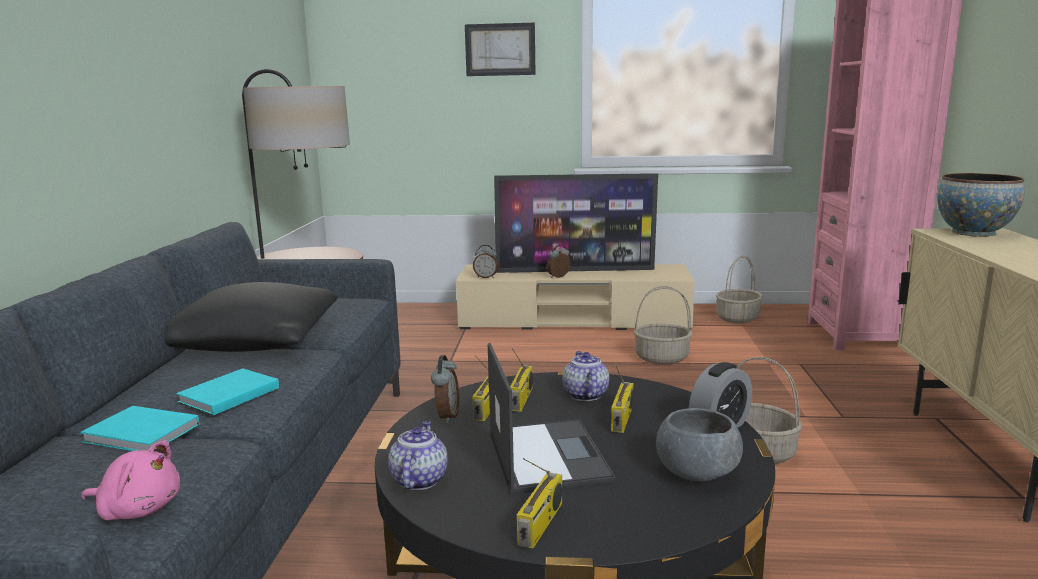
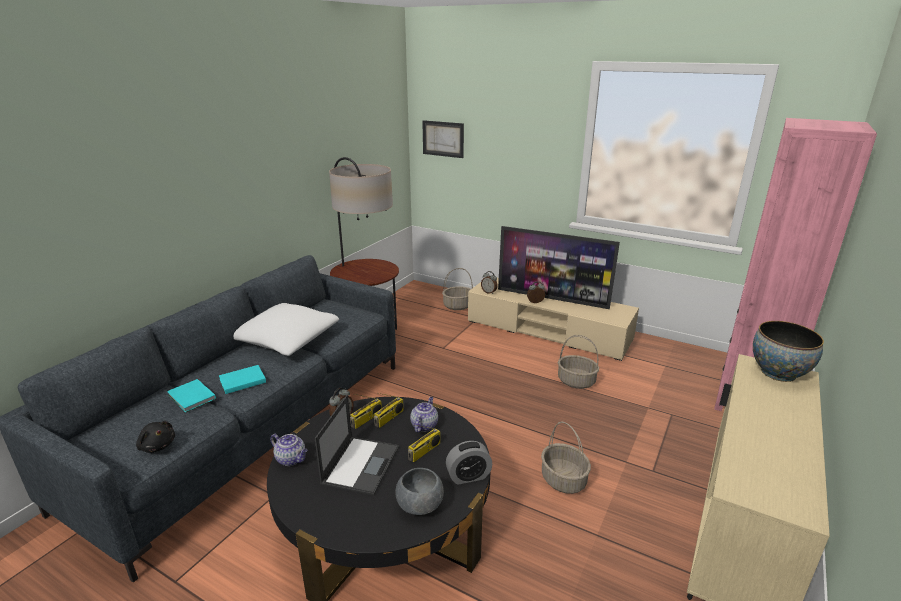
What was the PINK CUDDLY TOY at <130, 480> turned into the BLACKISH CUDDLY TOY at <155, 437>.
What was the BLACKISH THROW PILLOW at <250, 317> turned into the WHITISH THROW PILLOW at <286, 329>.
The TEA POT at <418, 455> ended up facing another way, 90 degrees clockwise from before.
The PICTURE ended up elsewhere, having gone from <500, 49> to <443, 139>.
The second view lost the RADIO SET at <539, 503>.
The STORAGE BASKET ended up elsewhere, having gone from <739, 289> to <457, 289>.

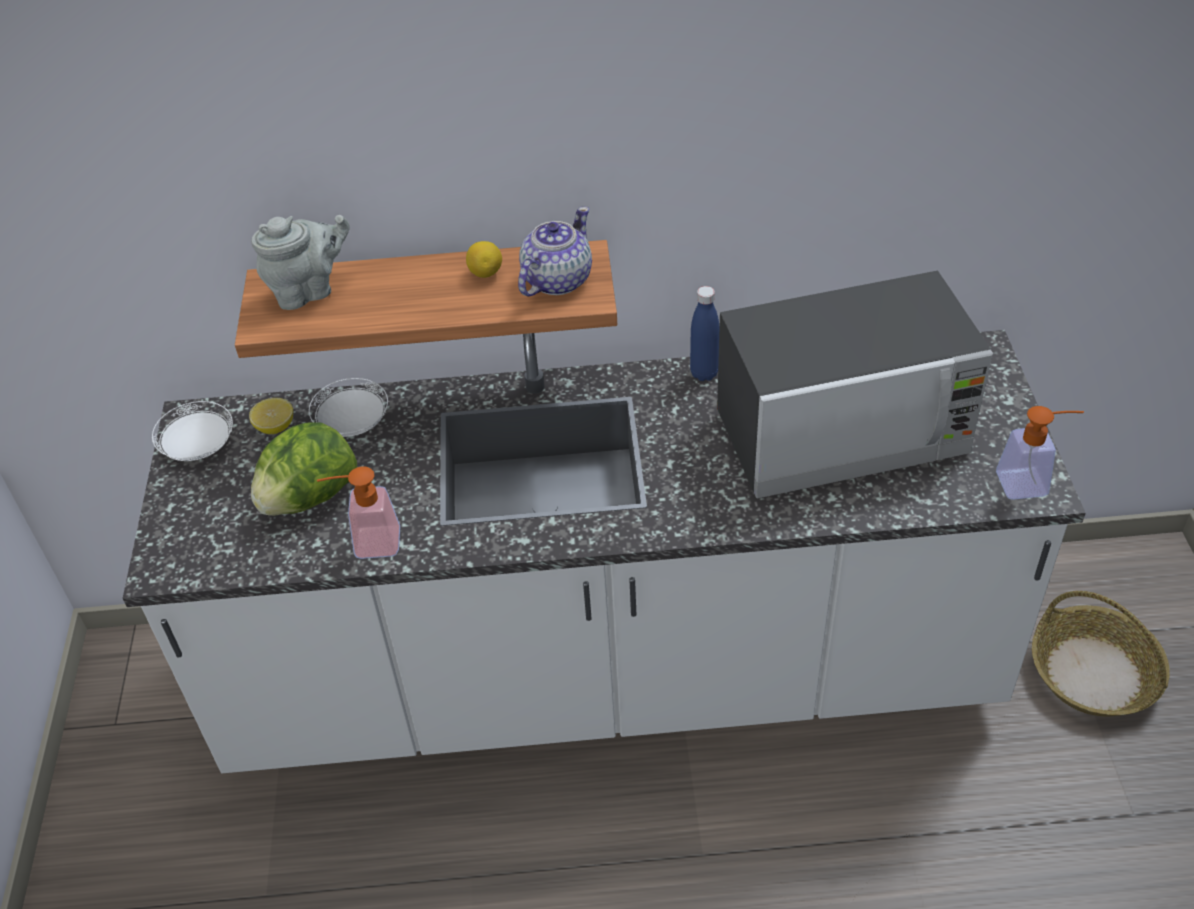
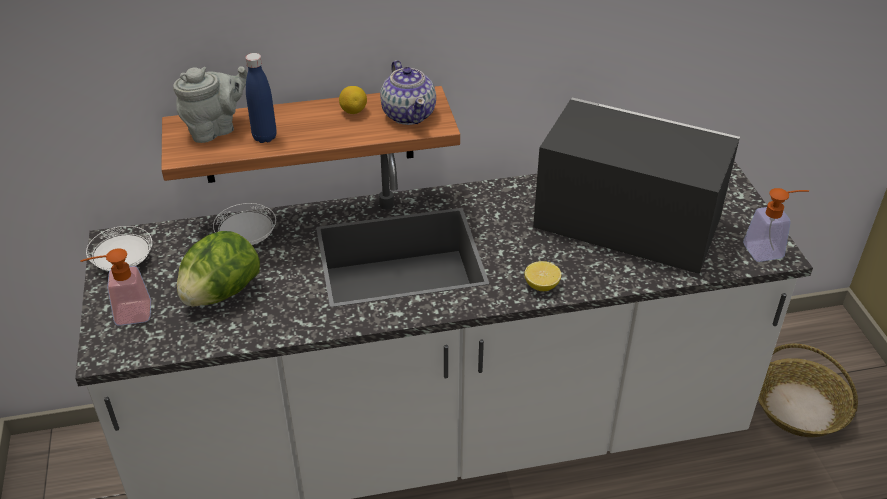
The LEMON ended up elsewhere, having gone from <271, 416> to <542, 276>.
The LIQUID SOAP BOTTLE ended up elsewhere, having gone from <358, 512> to <115, 287>.
The TEA POT at <555, 252> ended up facing another way, 135 degrees clockwise from before.
The BLUE BOTTLE ended up elsewhere, having gone from <704, 333> to <261, 98>.
The MICROWAVE OVEN at <855, 384> ended up facing another way, 135 degrees counterclockwise from before.

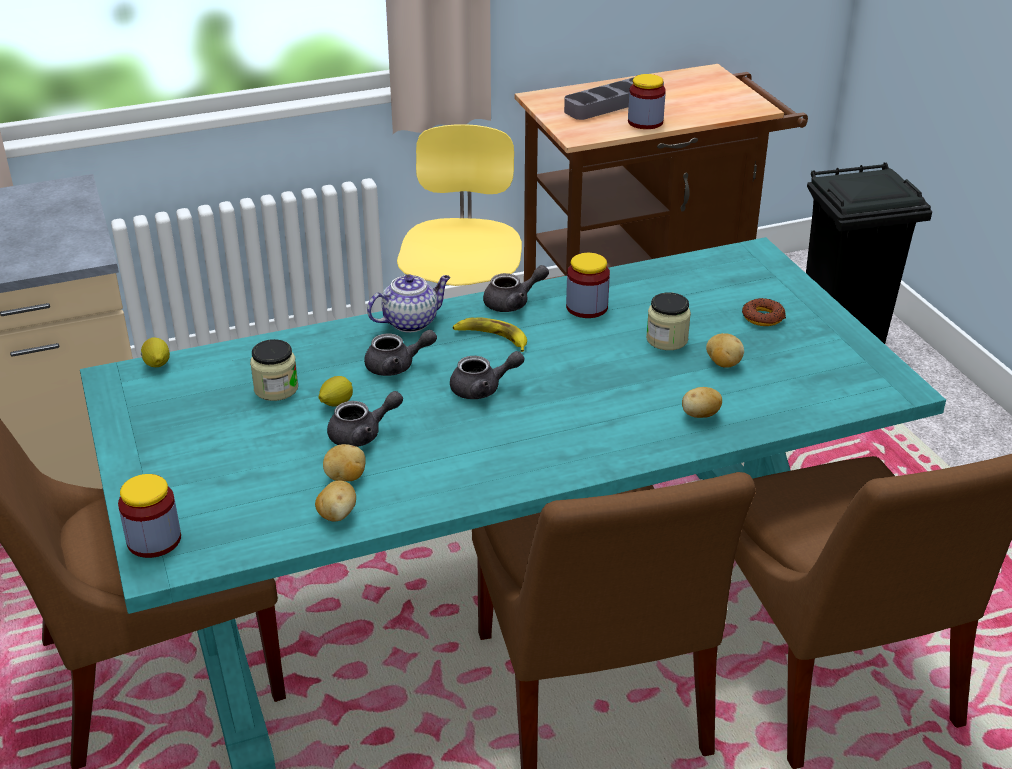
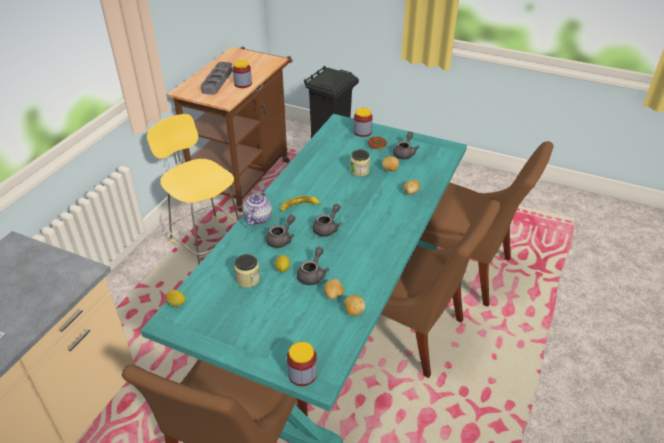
The GREYISH TEA POT ended up elsewhere, having gone from <516, 288> to <406, 145>.
The JAR ended up elsewhere, having gone from <588, 285> to <363, 122>.

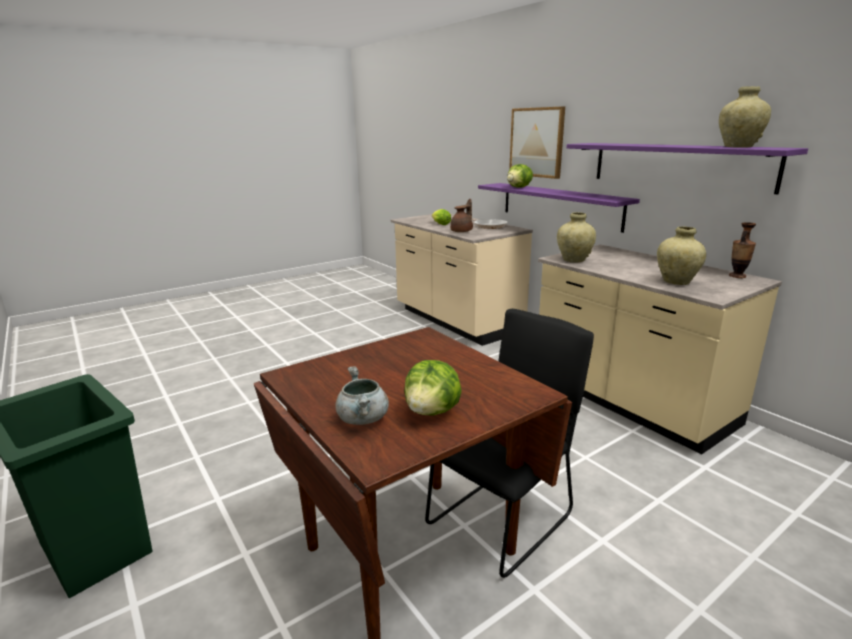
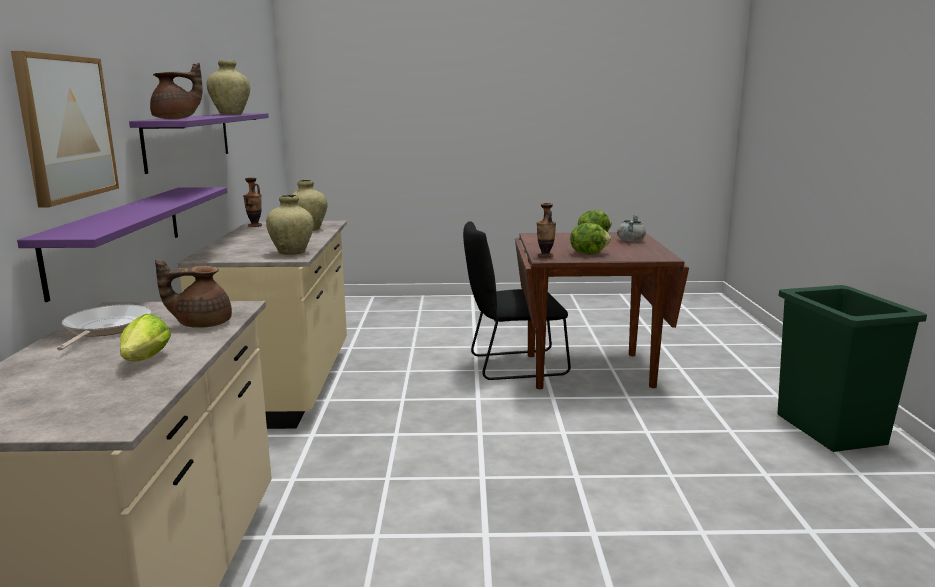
The LETTUCE HEAD ended up elsewhere, having gone from <520, 176> to <590, 238>.
The second view gained the BROWN-COLOURED TEA POT at <176, 90>.
The second view gained the DECORATIVE VASE at <546, 230>.

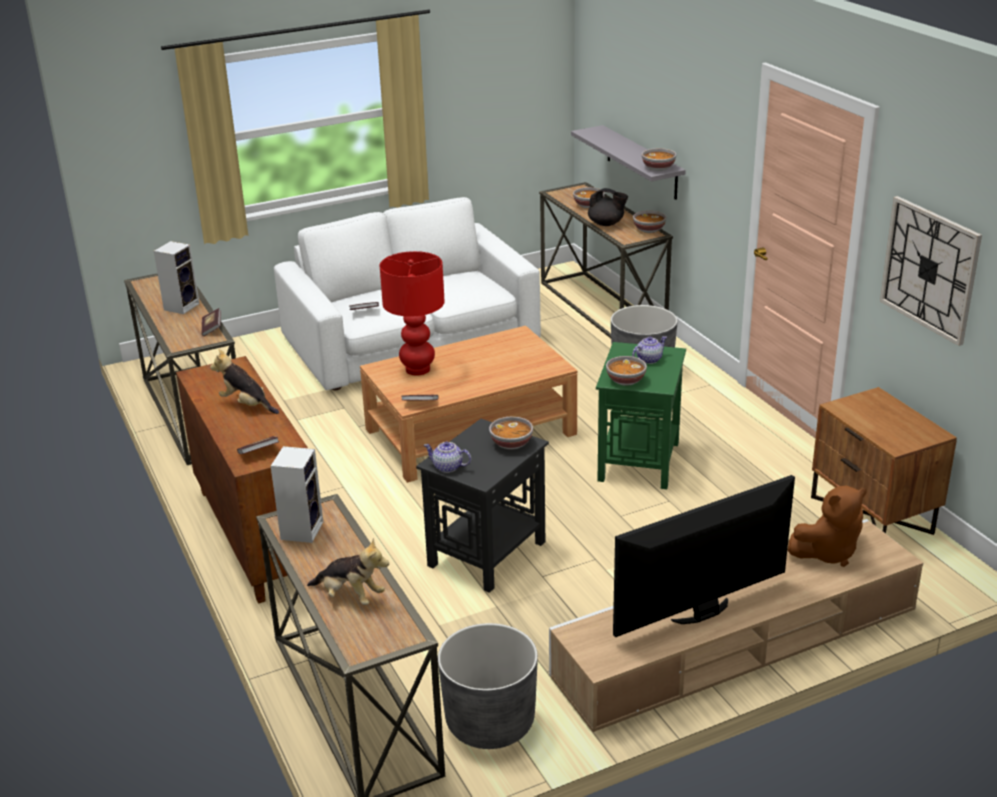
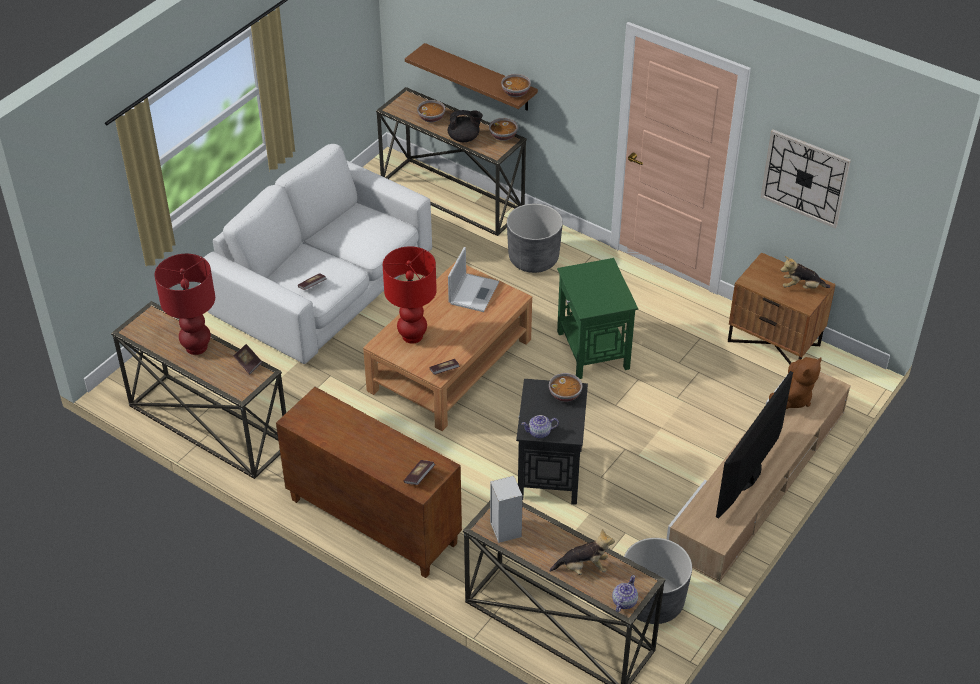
Where the SPEAKER stood at <177, 277>, the RED-COLOURED TABLE LAMP came to stand at <185, 304>.
The CUDDLY TOY ended up elsewhere, having gone from <244, 381> to <805, 272>.
What was the GREYISH WALL SHELF at <628, 162> turned into the BROWN-COLOURED WALL SHELF at <471, 77>.
The second view lost the SERVING BOWL at <626, 371>.
The TEA POT ended up elsewhere, having gone from <649, 350> to <625, 593>.
The second view gained the LAPTOP at <473, 279>.

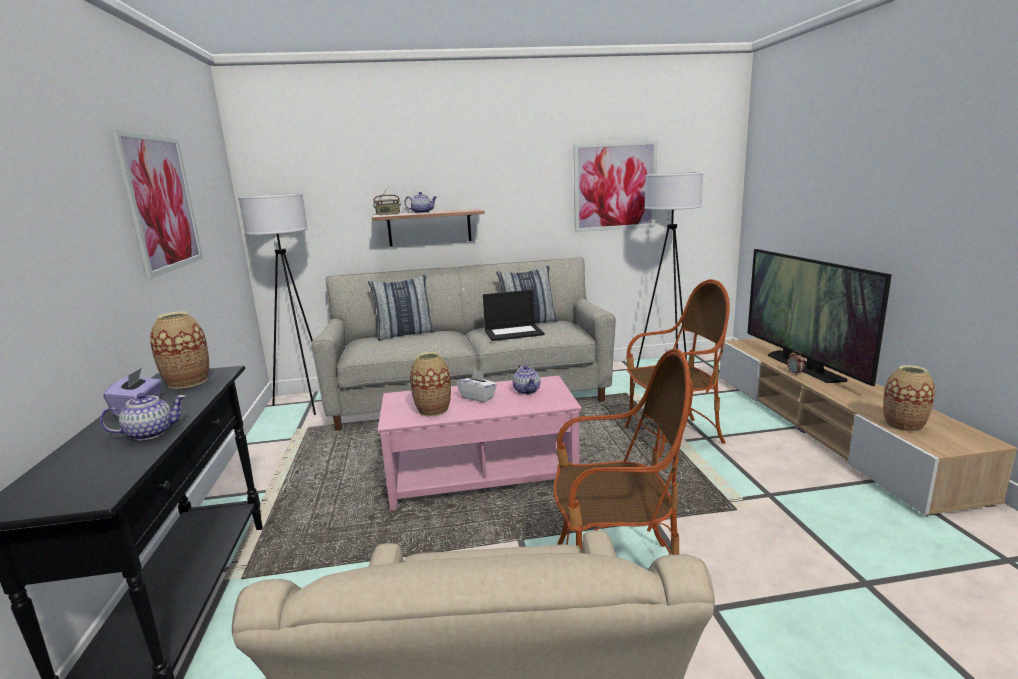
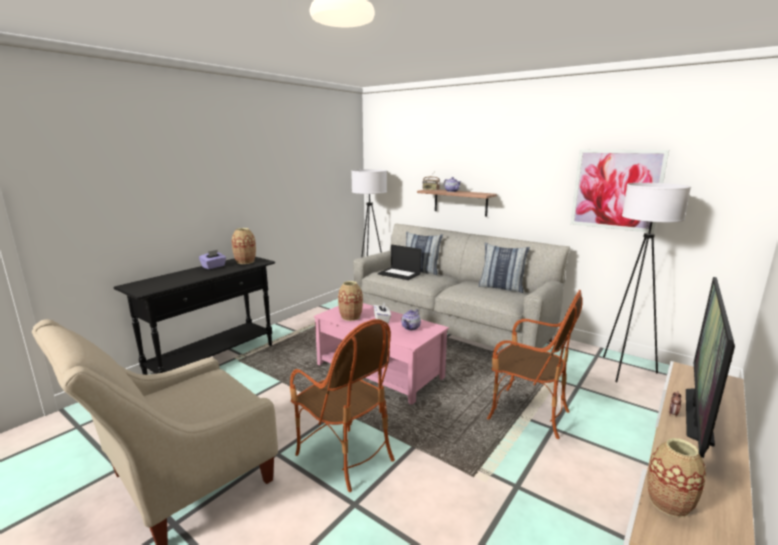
The second view lost the TEA POT at <143, 416>.
The second view lost the PICTURE at <157, 204>.
The LAPTOP ended up elsewhere, having gone from <514, 315> to <400, 262>.

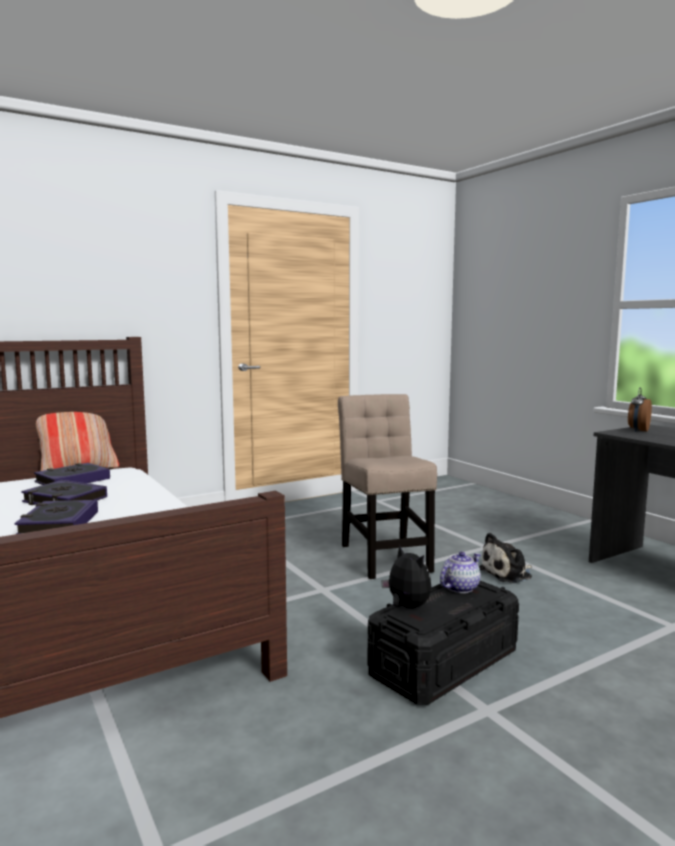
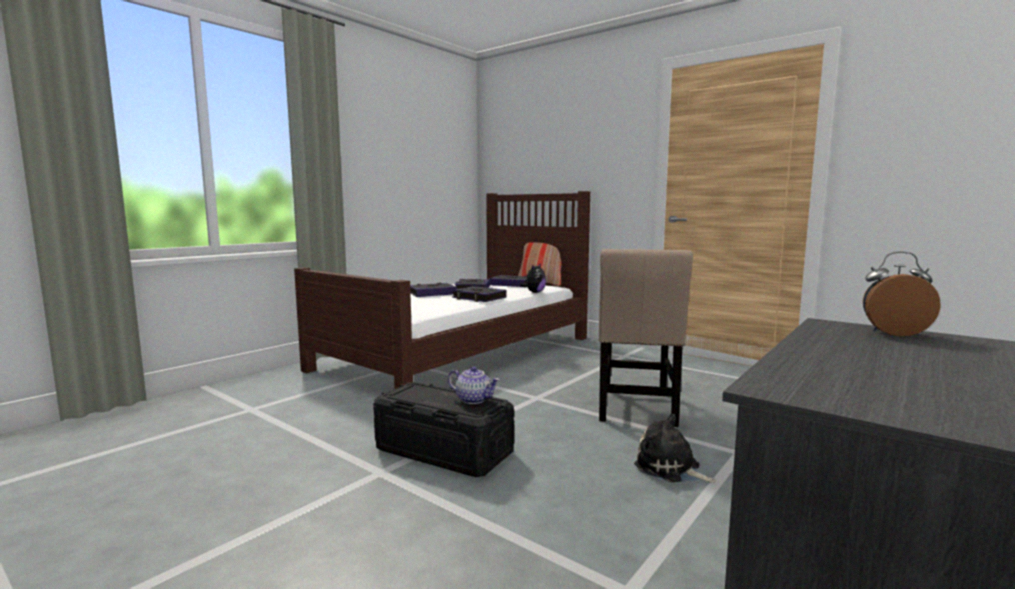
The BEIGE CHAIR at <387, 486> ended up facing another way, 135 degrees clockwise from before.
The CUDDLY TOY ended up elsewhere, having gone from <406, 576> to <533, 278>.
The second view gained the BOUND BOOK at <479, 294>.

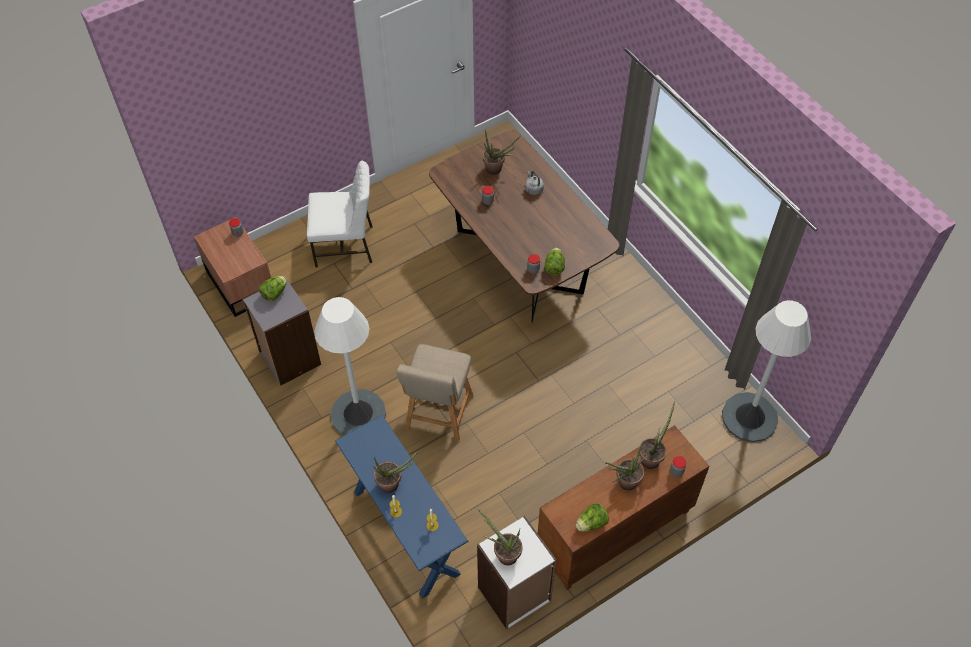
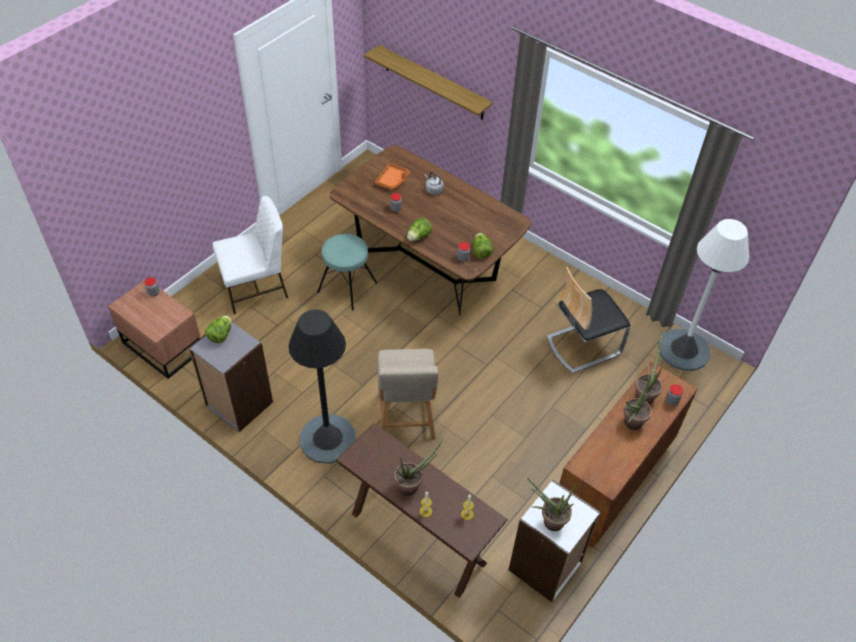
What was the WHITISH STANDARD LAMP at <350, 366> turned into the BLACKISH STANDARD LAMP at <322, 386>.
What was the BLUE NARROW TABLE at <402, 507> turned into the BROWN-COLOURED NARROW TABLE at <422, 510>.
Where the POTTED PLANT stood at <502, 152>, the ORANGE-COLOURED TRAY came to stand at <392, 176>.
The LETTUCE HEAD ended up elsewhere, having gone from <592, 518> to <419, 229>.
The second view gained the BLUE-GREEN STOOL SEAT at <347, 272>.
The second view gained the WALL SHELF at <428, 82>.
The second view gained the CHAIR at <589, 320>.

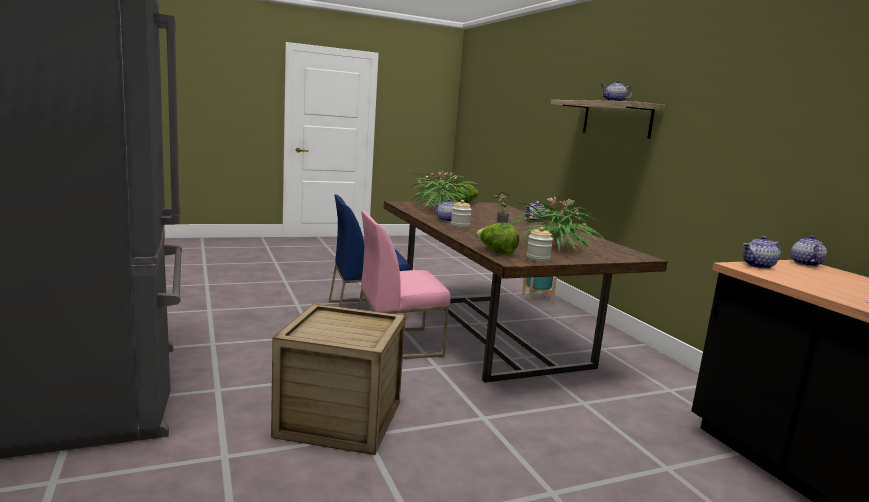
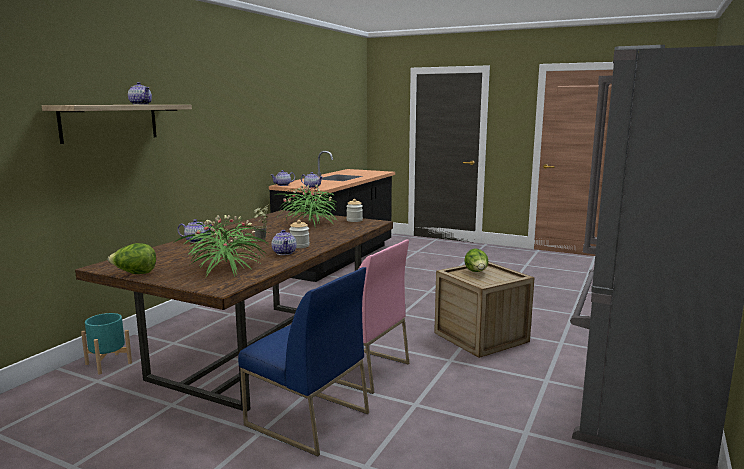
The LETTUCE HEAD ended up elsewhere, having gone from <497, 238> to <476, 260>.

